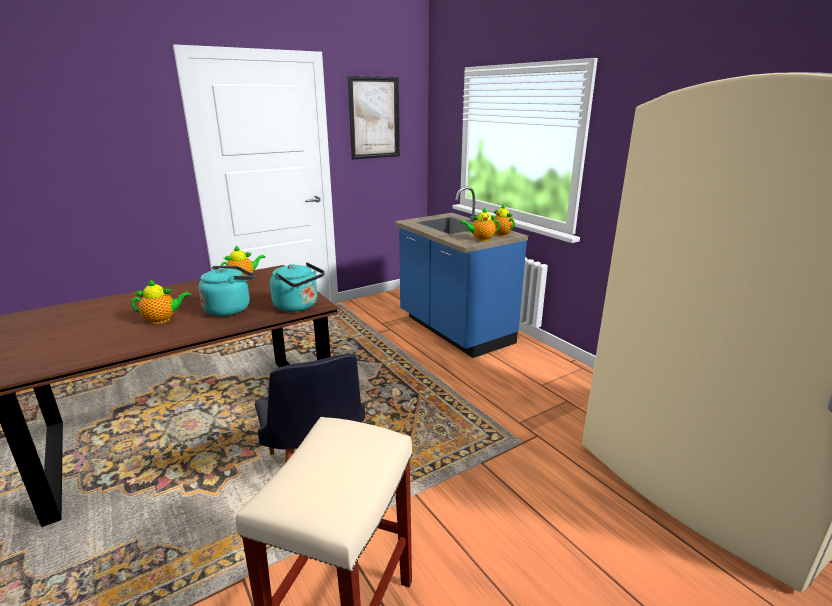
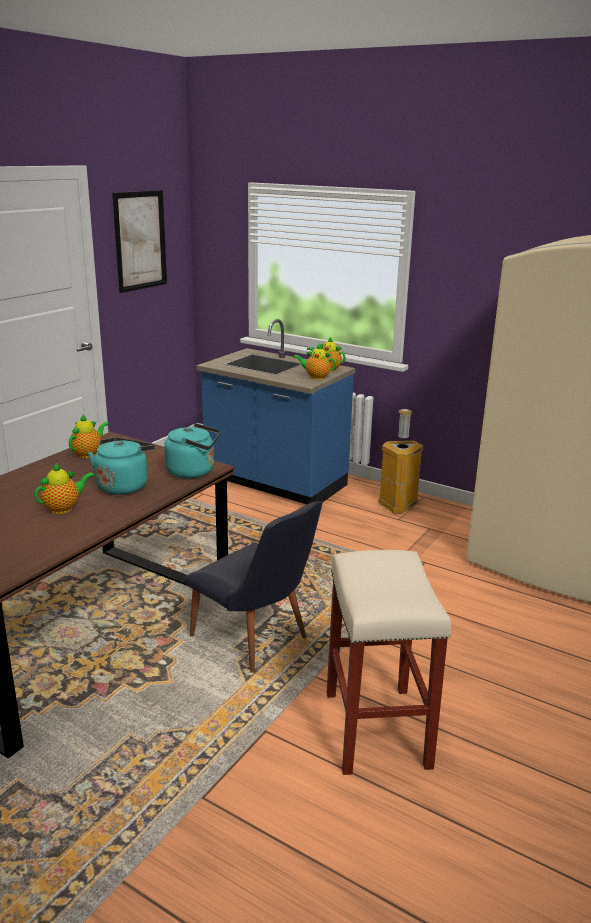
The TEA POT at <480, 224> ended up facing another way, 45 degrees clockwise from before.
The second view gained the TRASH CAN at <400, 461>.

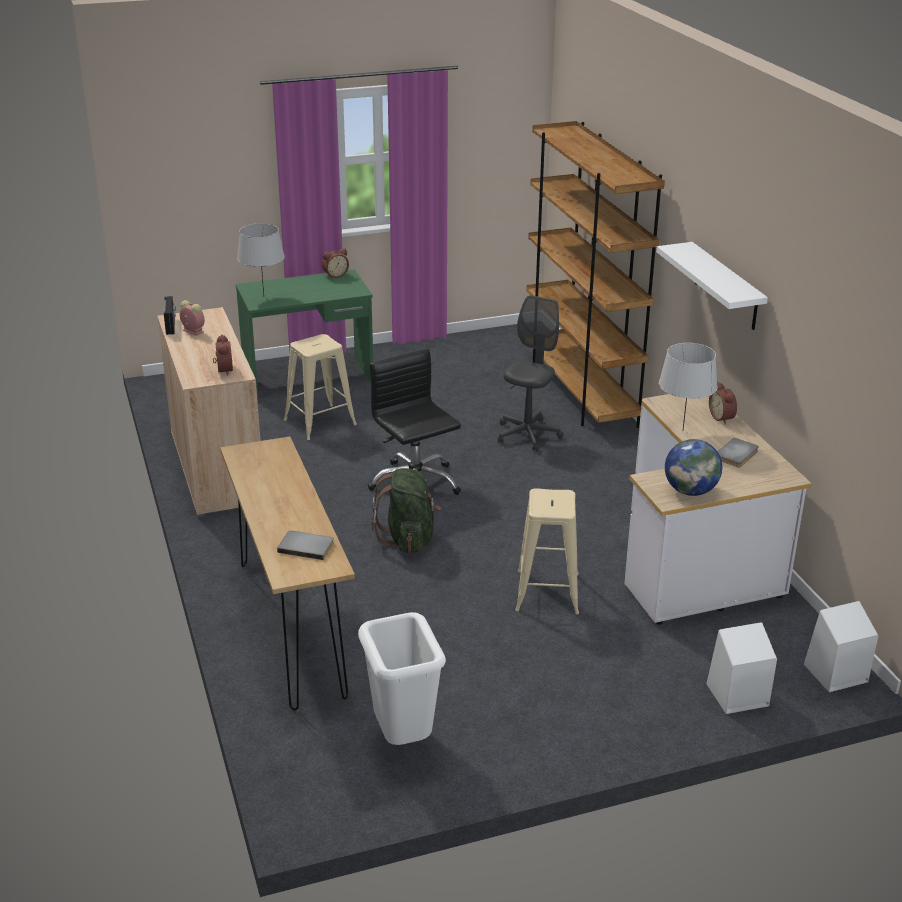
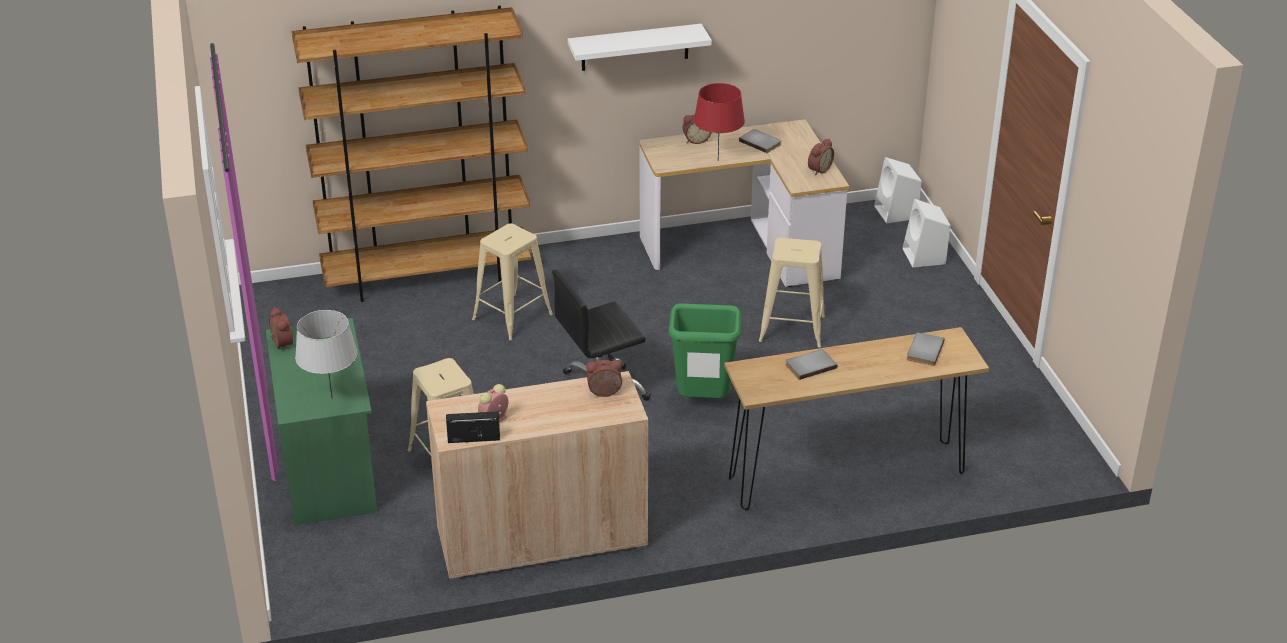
The second view lost the WHITISH TRASH CAN at <402, 678>.
Where the GREEN RUCKSACK stood at <406, 510>, the GREEN TRASH CAN came to stand at <705, 351>.
Where the GREYISH COMPUTER CHAIR stood at <530, 373>, the BEIGE STOOL SEAT came to stand at <512, 281>.
What was the GREYISH TABLE LAMP at <688, 386> turned into the RED-COLOURED TABLE LAMP at <719, 121>.
Where the GLOBE stood at <693, 467>, the BEDSIDE CLOCK came to stand at <821, 156>.
The second view gained the GREYISH BOUND BOOK at <811, 364>.

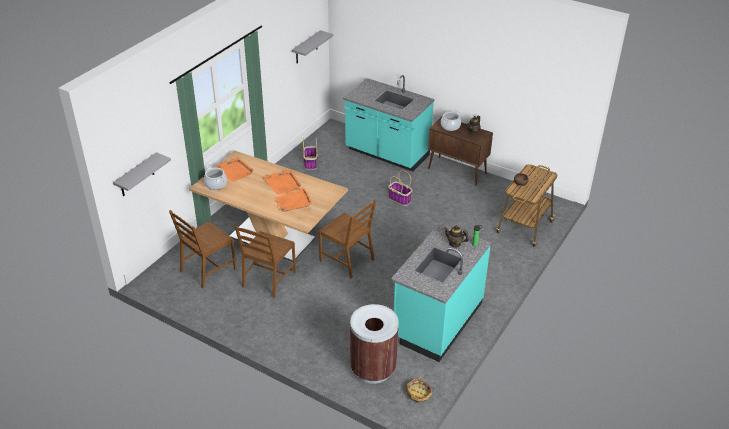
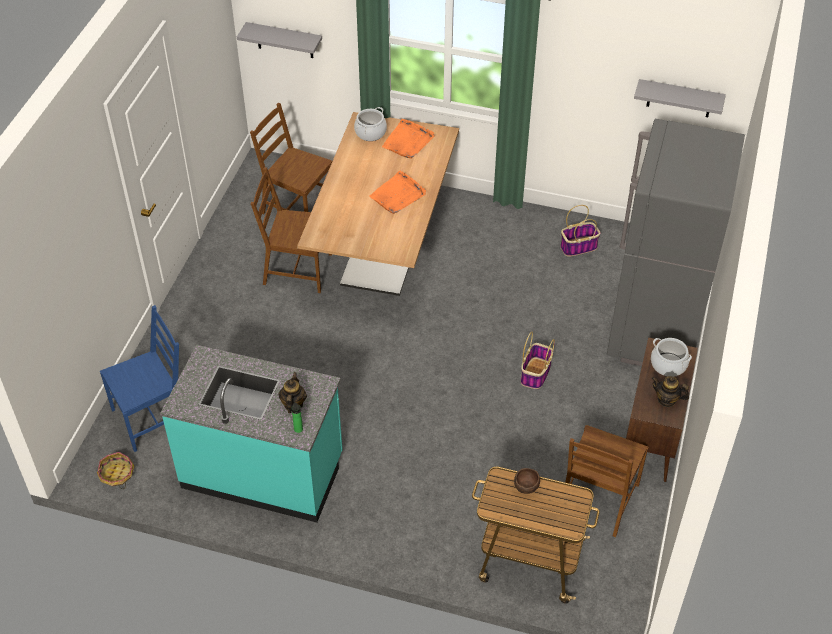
The second view lost the ORANGE-COLOURED TRAY at <293, 200>.
The BROWN-COLOURED CHAIR ended up elsewhere, having gone from <347, 239> to <604, 481>.
Where the BLUE-GREEN KITCHEN BASE UNIT stood at <388, 123>, the GREYISH KITCHEN FRIDGE came to stand at <676, 242>.
Where the BROWN-COLOURED TRASH CAN stood at <374, 344>, the BLUE CHAIR came to stand at <139, 378>.

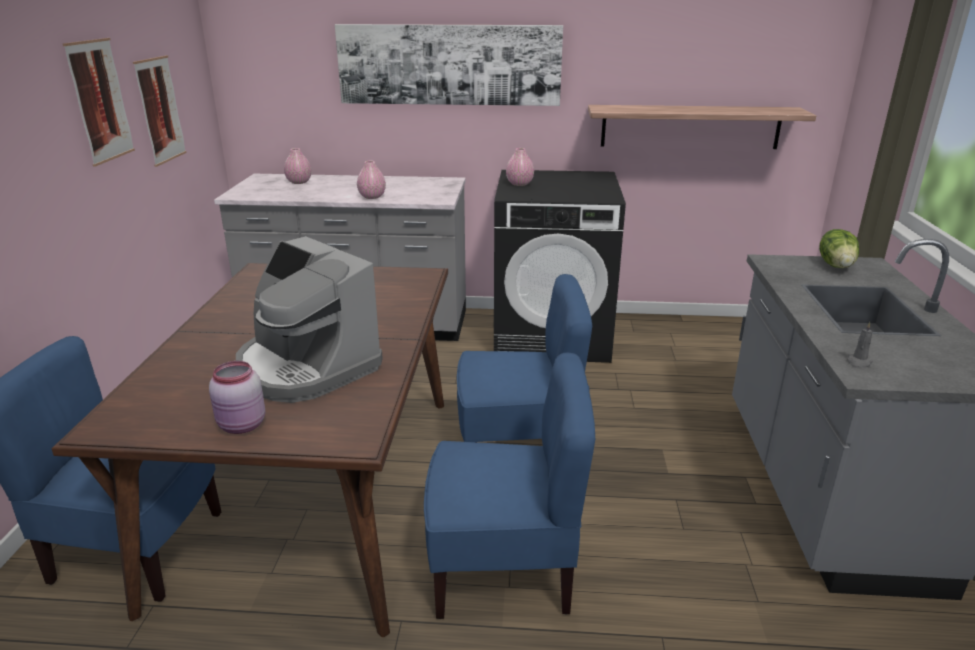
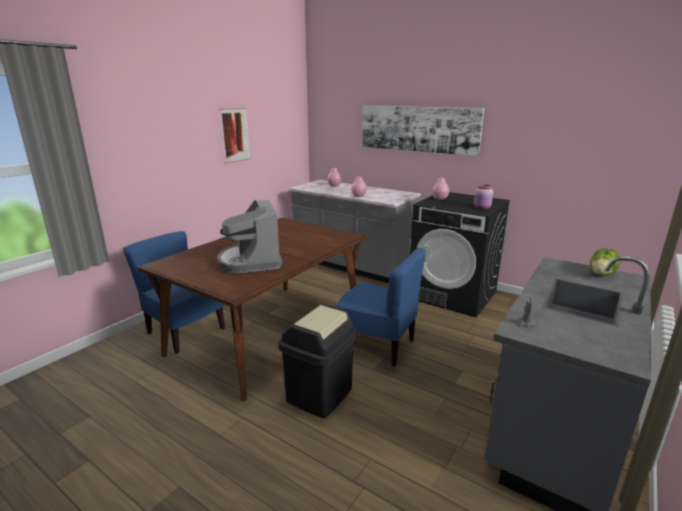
The second view lost the PICTURE at <159, 111>.
The PINK JAR ended up elsewhere, having gone from <237, 397> to <483, 197>.
Where the BLUE CHAIR stood at <509, 486>, the BLACKISH TRASH CAN came to stand at <317, 361>.
The second view lost the WALL SHELF at <702, 127>.

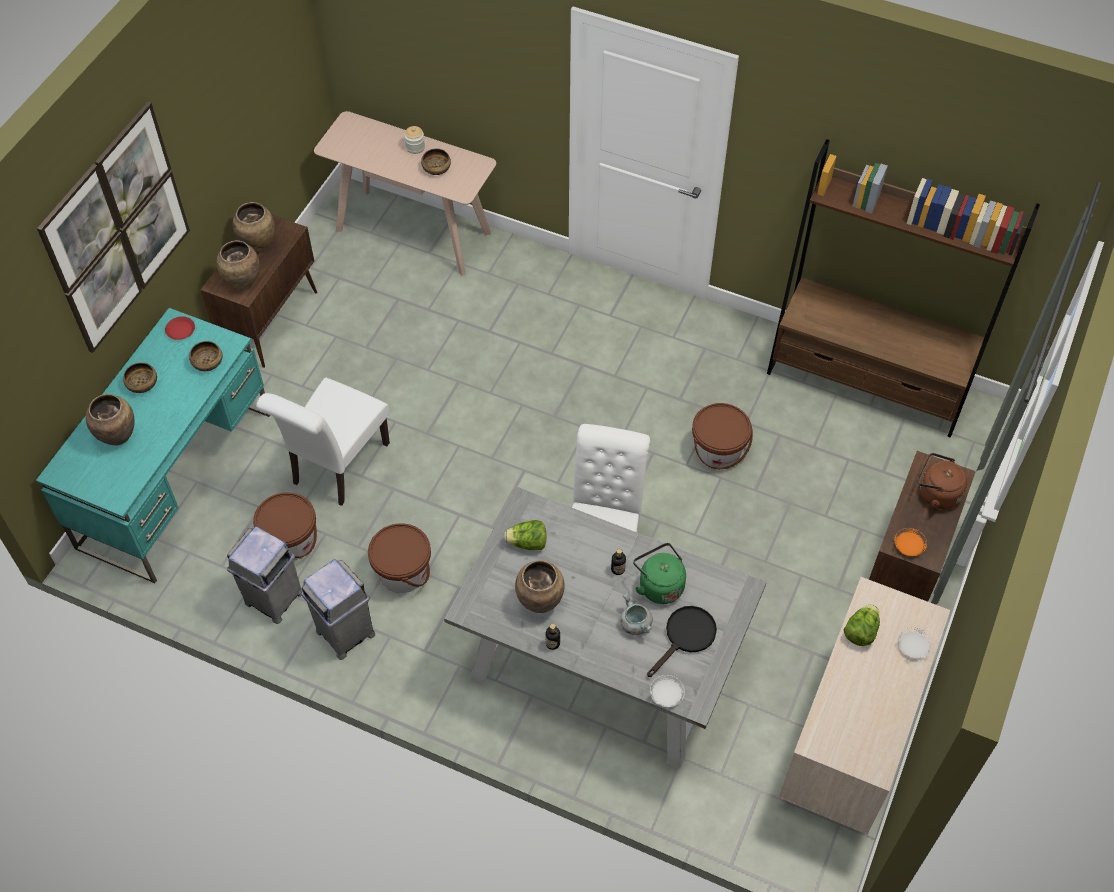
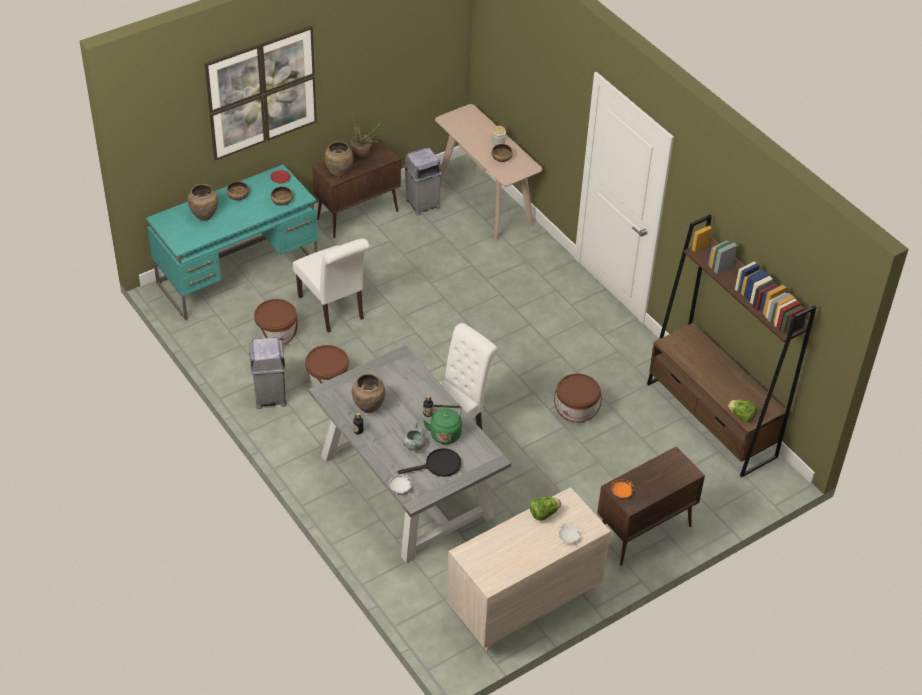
The GREYISH TRASH CAN ended up elsewhere, having gone from <265, 575> to <422, 182>.
Where the BROWN-COLOURED DECORATIVE VASE stood at <254, 227>, the POTTED PLANT came to stand at <366, 136>.
The WHITISH CHAIR at <323, 442> ended up facing another way, 90 degrees counterclockwise from before.
The LETTUCE HEAD ended up elsewhere, having gone from <525, 535> to <742, 411>.
The second view lost the BROWN-COLOURED KETTLE at <942, 481>.

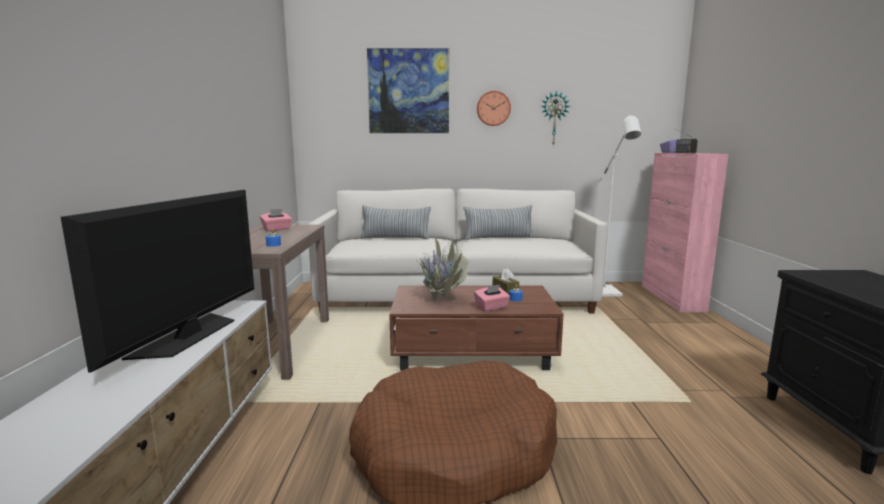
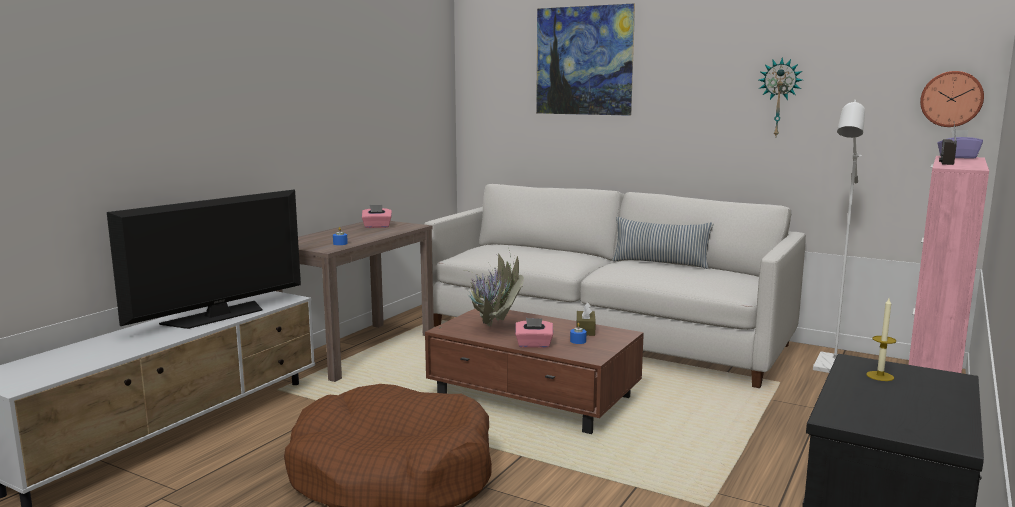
The second view lost the THROW PILLOW at <395, 222>.
The WALL CLOCK ended up elsewhere, having gone from <494, 108> to <952, 99>.
The second view gained the WAX LIGHT at <881, 339>.

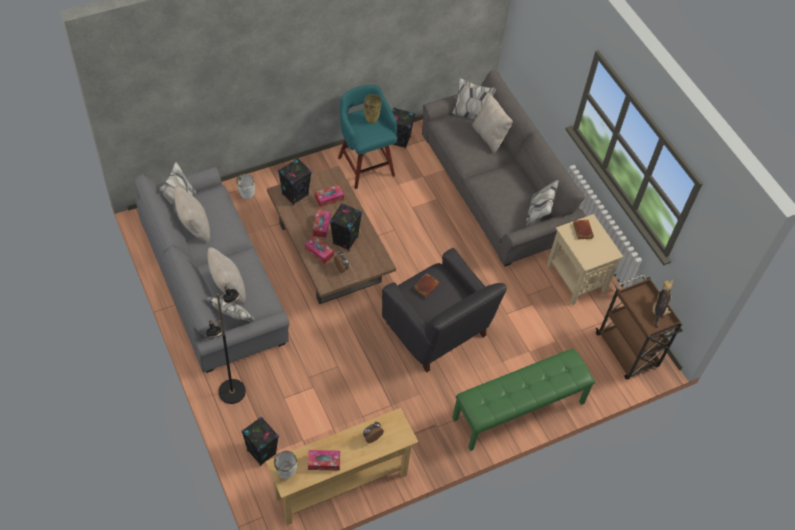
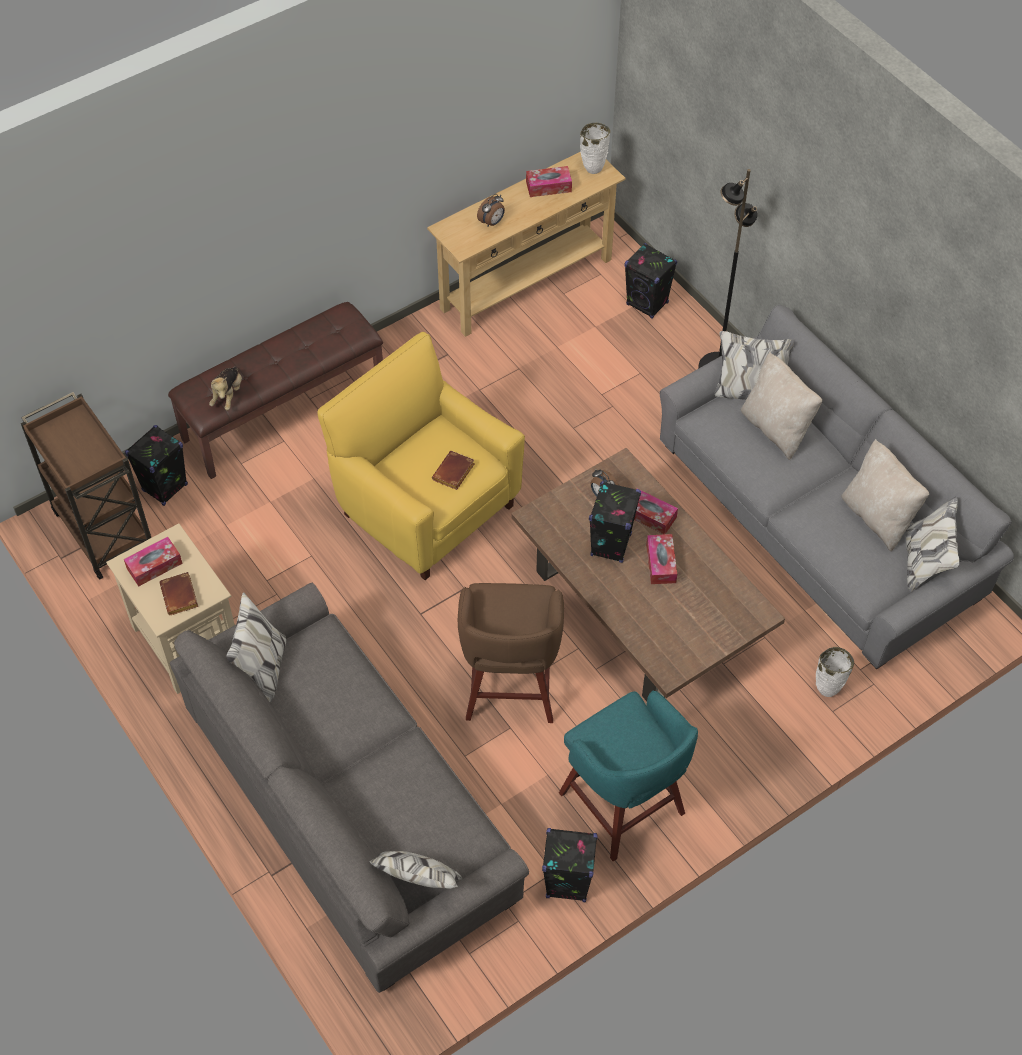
The BLACKISH SPEAKER ended up elsewhere, having gone from <295, 181> to <156, 465>.
The TISSUE BOX ended up elsewhere, having gone from <329, 196> to <153, 562>.
The second view lost the BEIGE DECORATIVE VASE at <373, 109>.
What was the BLACKISH EASY CHAIR at <444, 310> turned into the YELLOW EASY CHAIR at <421, 456>.
What was the GREEN LONG SEAT at <524, 400> turned into the BROWN-COLOURED LONG SEAT at <275, 390>.
The second view lost the BEIGE THROW PILLOW at <492, 123>.
The CUDDLY TOY ended up elsewhere, having gone from <662, 303> to <225, 388>.
The second view gained the BROWN-COLOURED STOOL SEAT at <511, 653>.

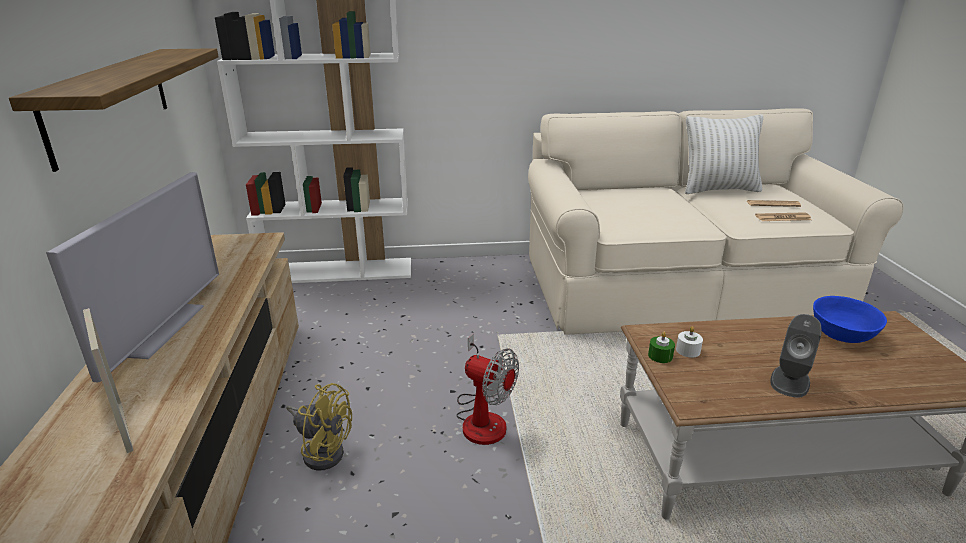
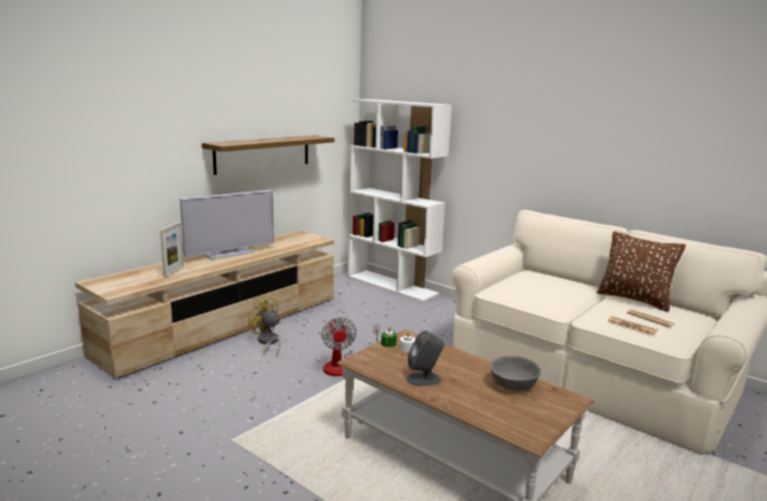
The YELLOW ELECTRIC FAN at <319, 427> ended up facing another way, 150 degrees clockwise from before.
What was the WHITISH THROW PILLOW at <724, 154> turned into the BROWN-COLOURED THROW PILLOW at <641, 271>.
What was the BLUE SERVING BOWL at <850, 319> turned into the GREYISH SERVING BOWL at <515, 374>.

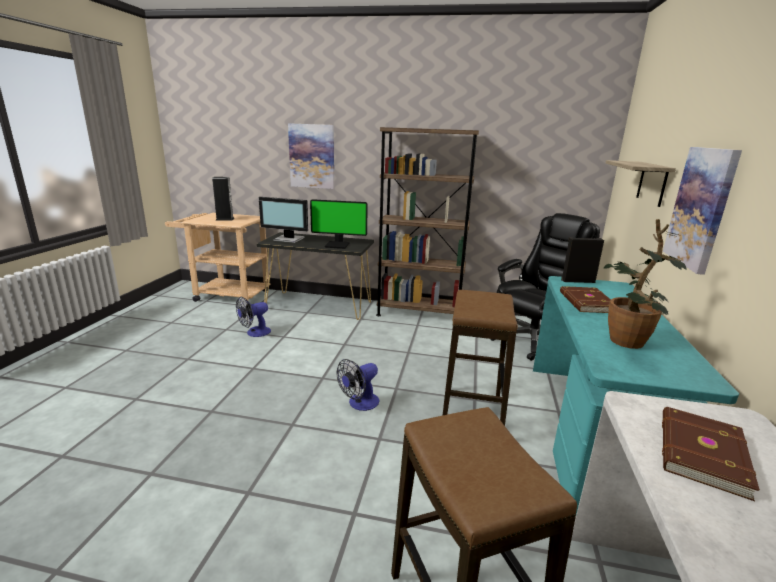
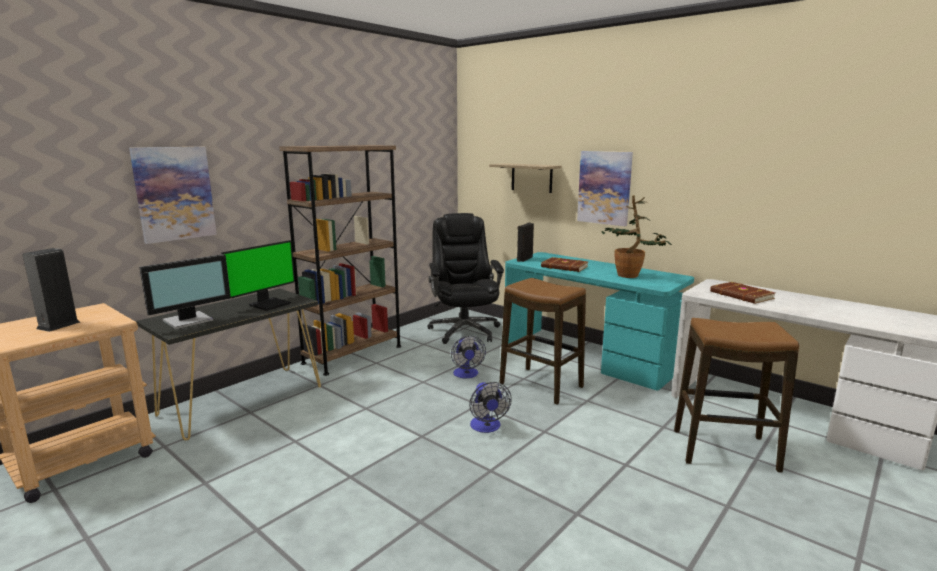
The ELECTRIC FAN ended up elsewhere, having gone from <253, 317> to <468, 357>.

